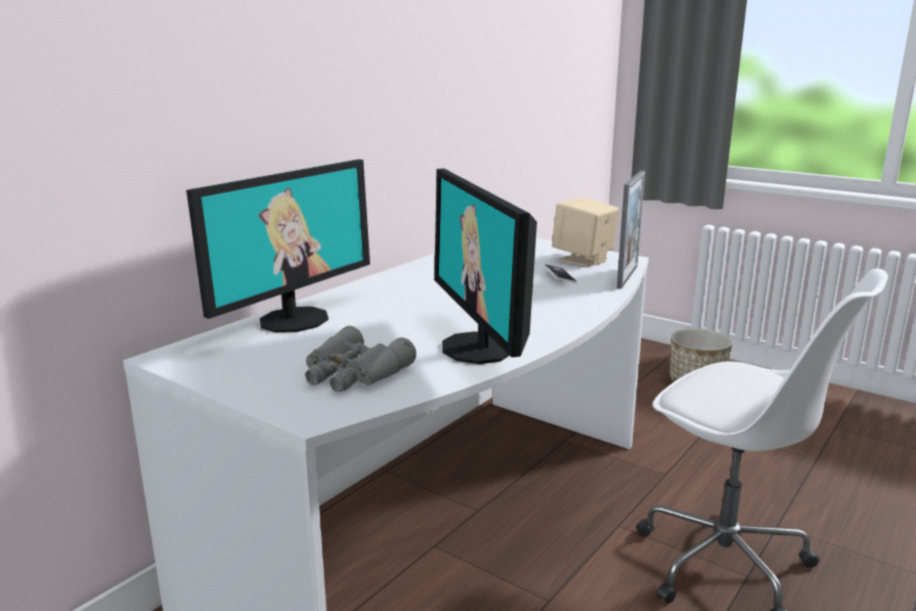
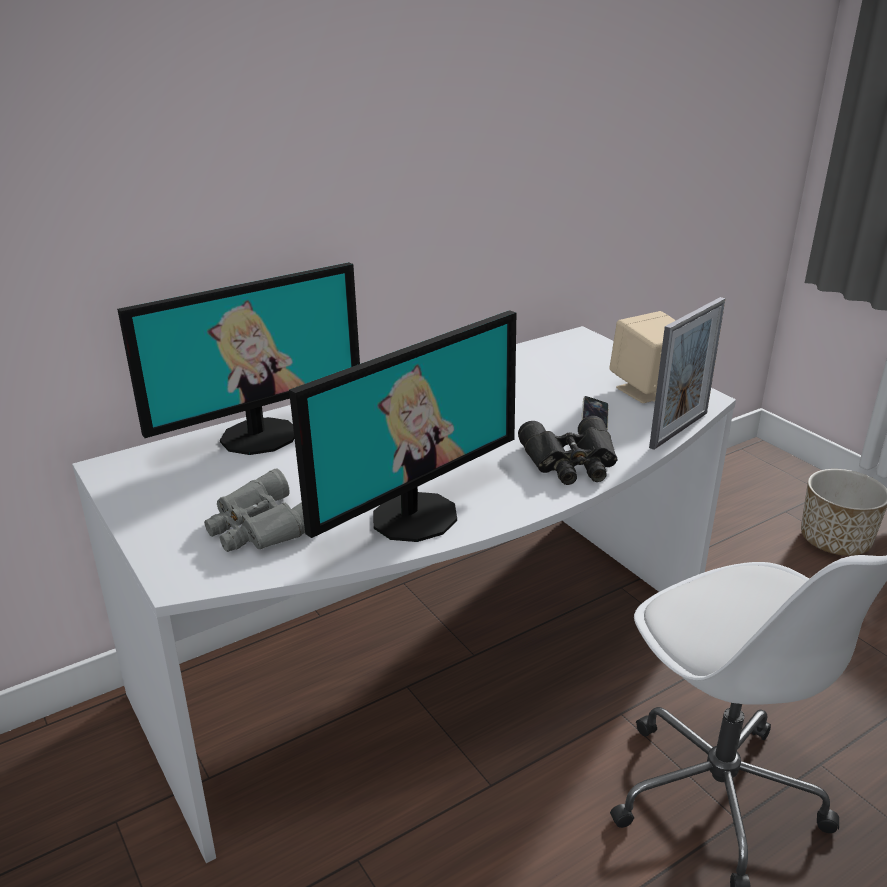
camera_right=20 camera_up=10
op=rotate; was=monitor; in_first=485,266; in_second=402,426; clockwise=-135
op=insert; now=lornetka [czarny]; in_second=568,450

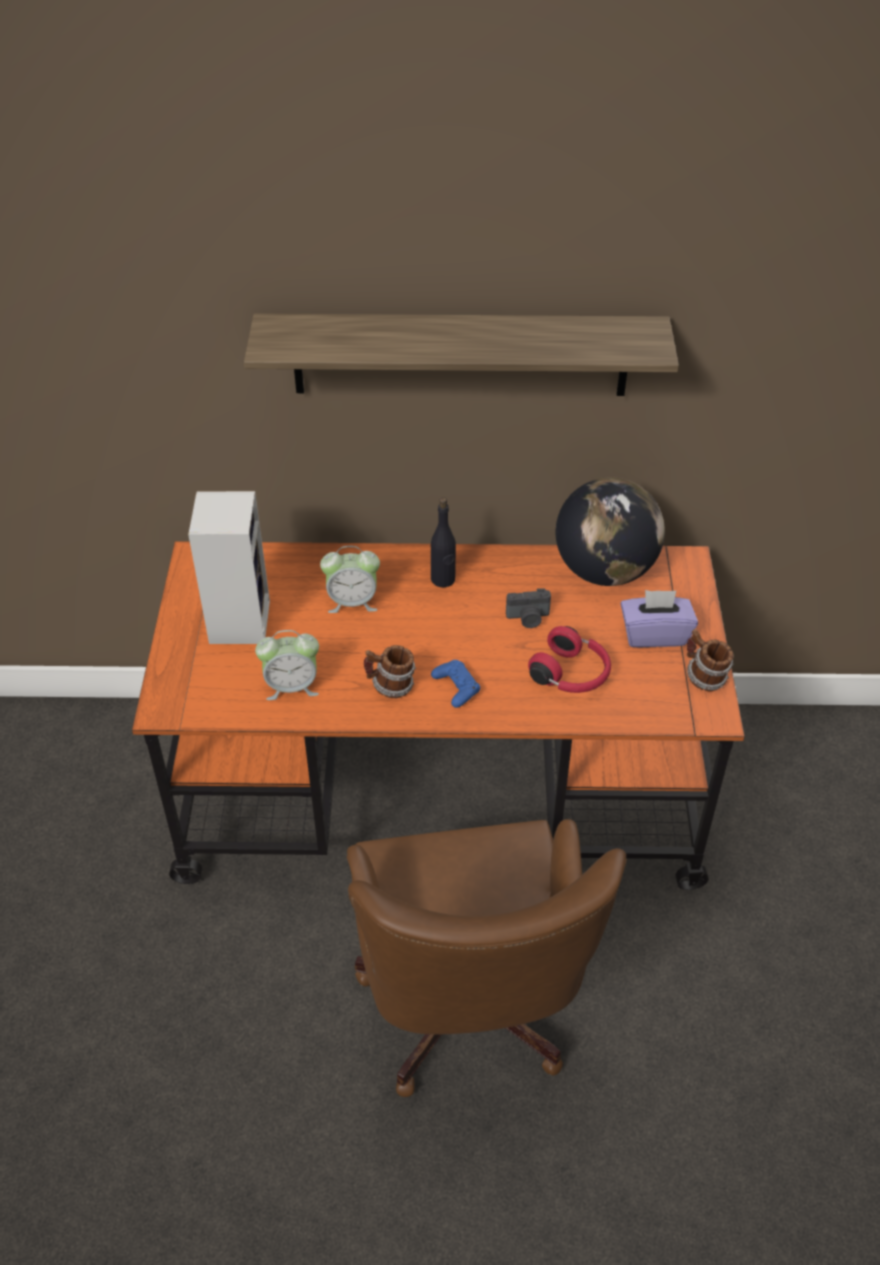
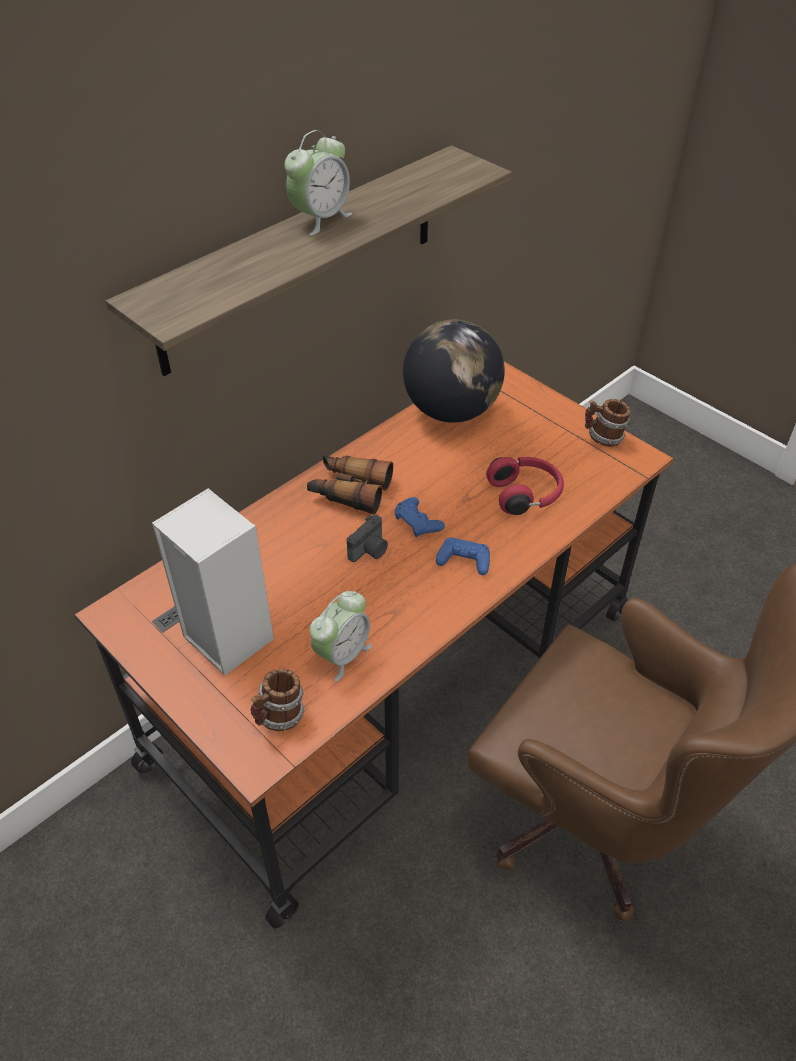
camera_right=-45 camera_up=0
op=replace; was=butelka [czarny]; now=lornetka; in_first=443,542; in_second=350,485
op=move; was=budzik; in_first=350,579; in_second=318,182
op=move; was=aparat fotograficzny; in_first=528,608; in_second=367,538
op=delete; was=pudełko chusteczek [fioletowy]; in_first=659,619
op=move; was=kubek; in_first=390,671; in_second=277,700
op=insert; now=pad do gier [niebieski]; in_second=419,517

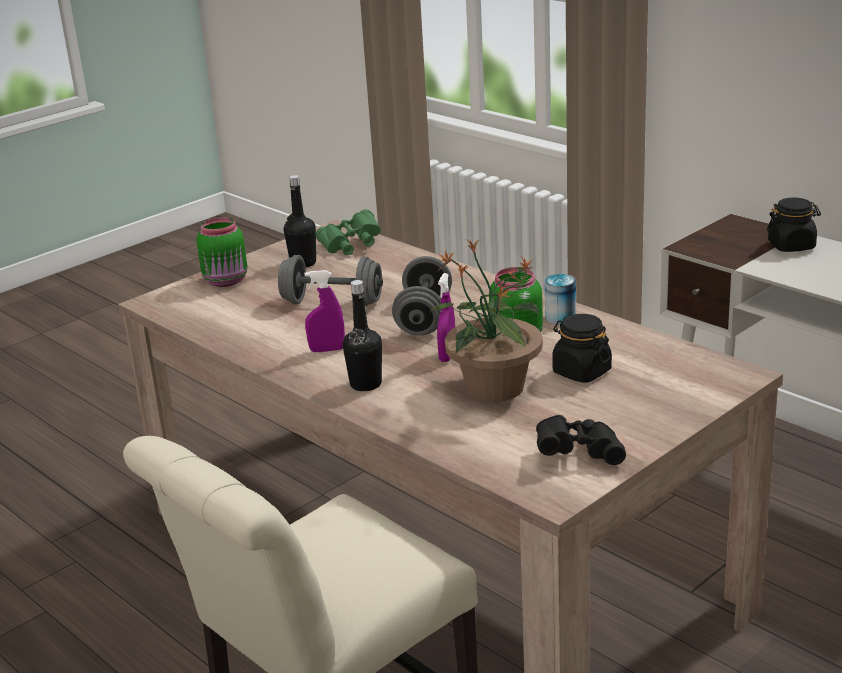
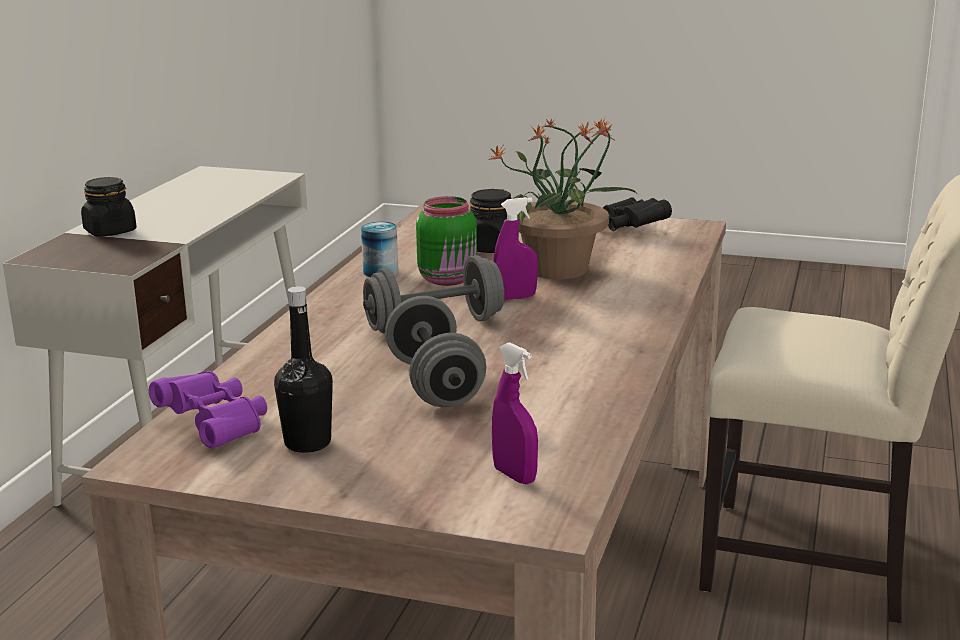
camera_right=-120 camera_up=-5
op=recolor; was=lornetka [zielony]; now=lornetka [fioletowy]; in_first=348,232; in_second=208,409
op=delete; was=słoik [zielony]; in_first=222,252
op=move; was=spryskiwacz [fioletowy]; in_first=325,311; in_second=515,413
op=delete; was=butelka [czarny]; in_first=362,335

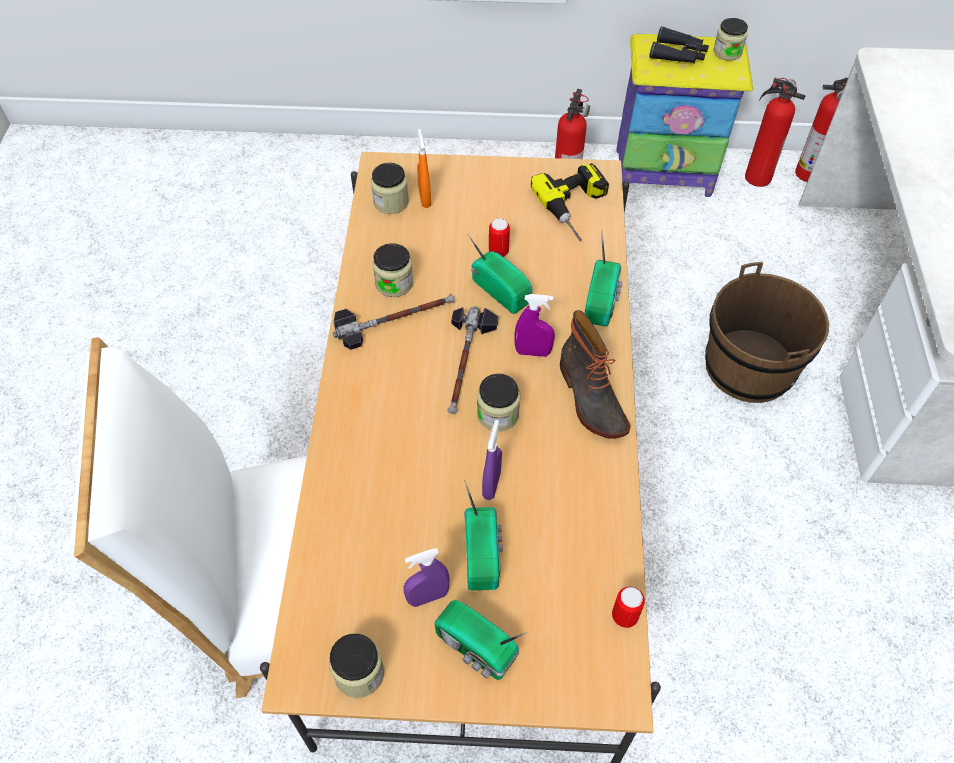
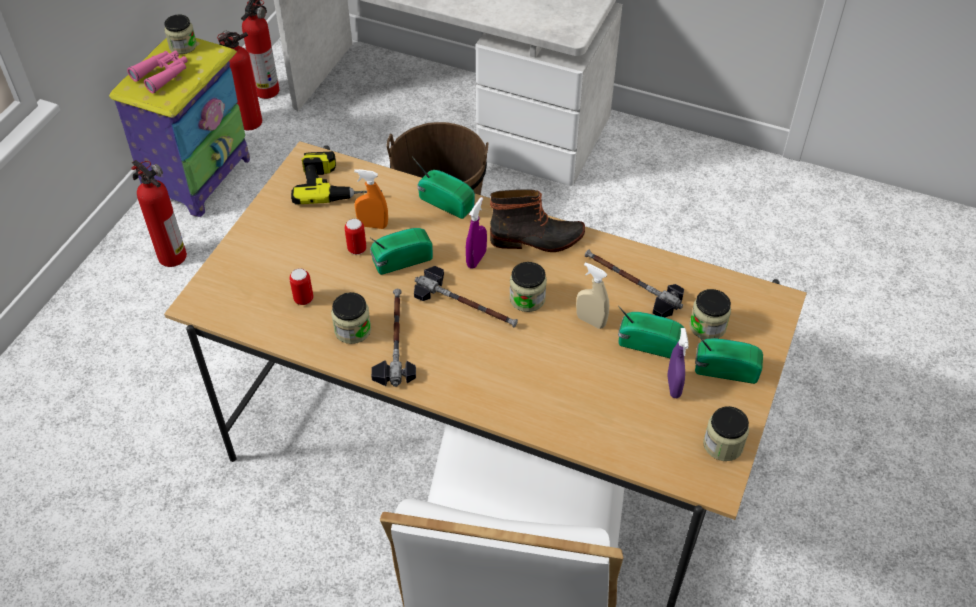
camera_right=-70 camera_up=-5
op=recolor; was=lornetka [czarny]; now=lornetka [różowy]; in_first=679,44; in_second=157,72
op=move; was=spryskiwacz [pomarańczowy]; in_first=424,168; in_second=371,199
op=move; was=słoik; in_first=390,188; in_second=710,314
op=recolor; was=spryskiwacz [fioletowy]; now=spryskiwacz [beżowy]; in_first=492,460; in_second=592,295
op=move; was=puszka; in_first=628,607; in_second=301,286
op=rotate; was=radio; in_first=480,640; in_second=729,359; clockwise=-135
op=insert; now=młotek; in_second=634,283

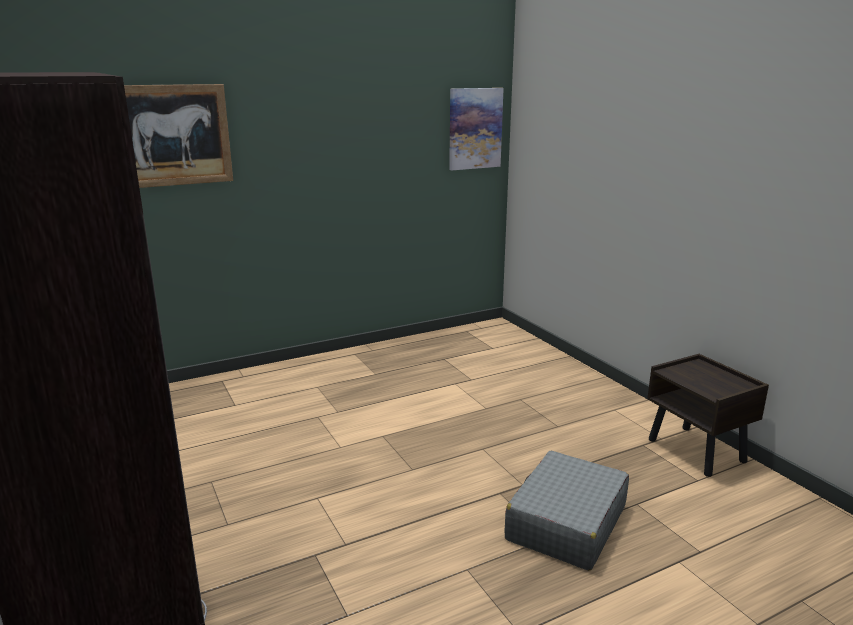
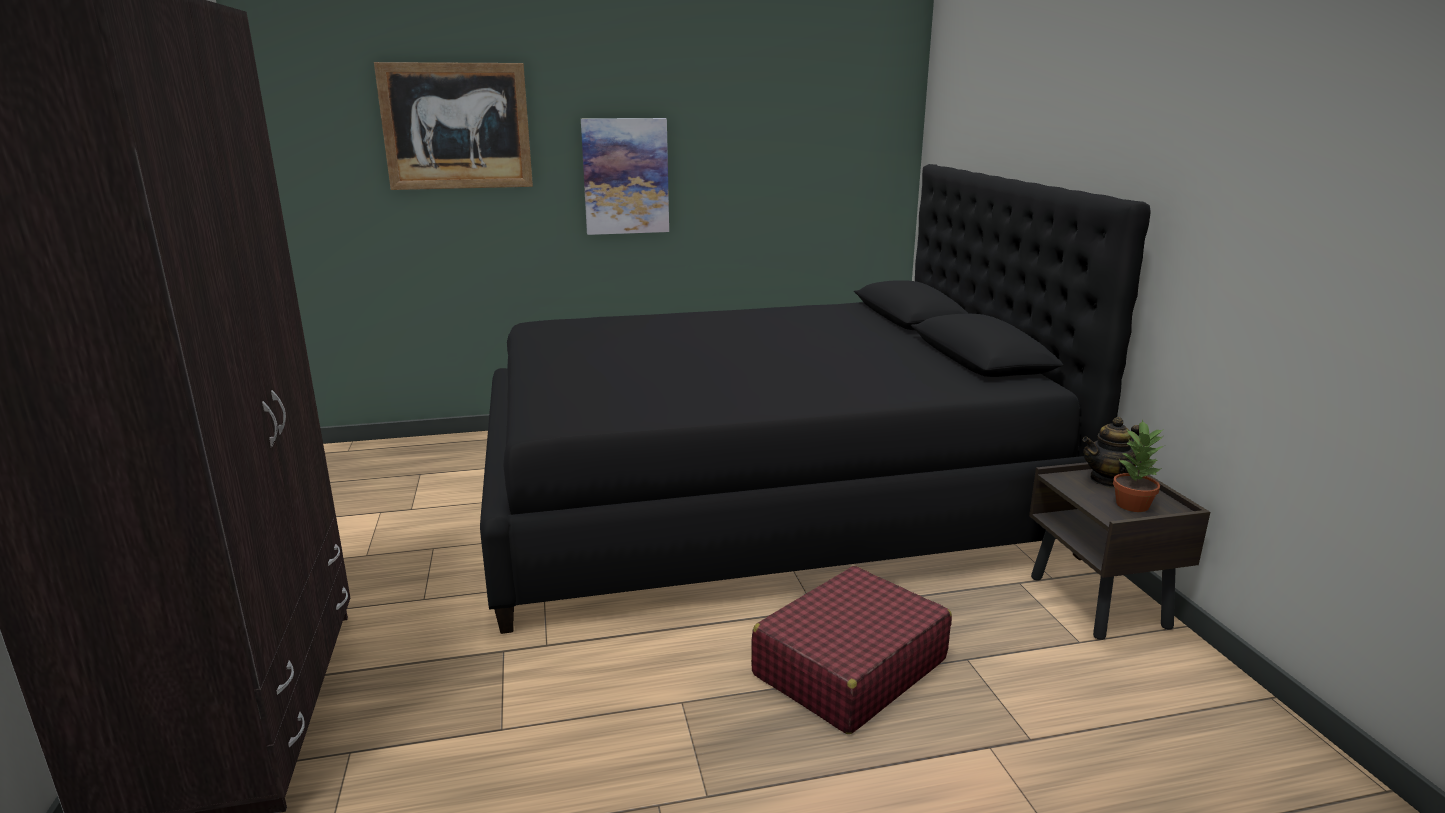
camera_right=15 camera_up=0
op=move; was=obraz; in_first=476,129; in_second=625,176
op=recolor; was=walizka [szary]; now=walizka [czerwony]; in_first=567,511; in_second=851,650
op=insert; now=łóżko [czarny]; in_second=815,399
op=insert; now=imbryk; in_second=1110,452
op=insert; now=roślina doniczkowa; in_second=1138,465

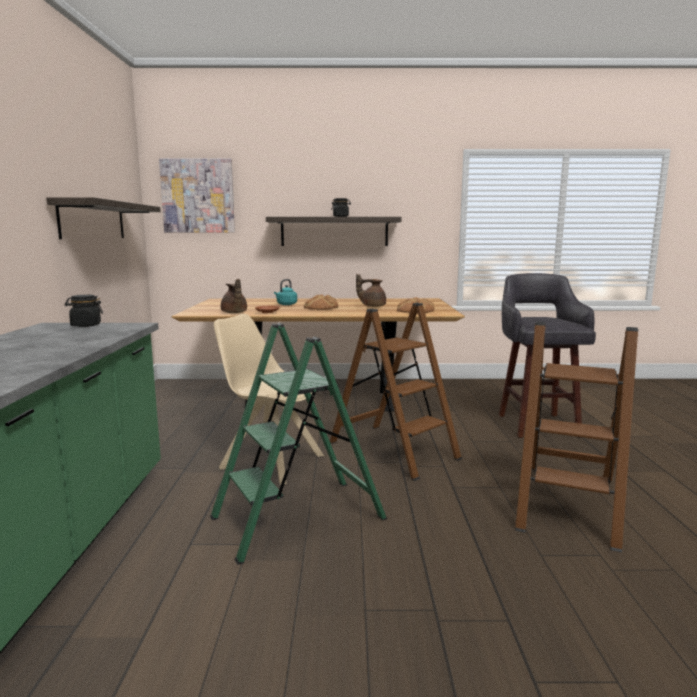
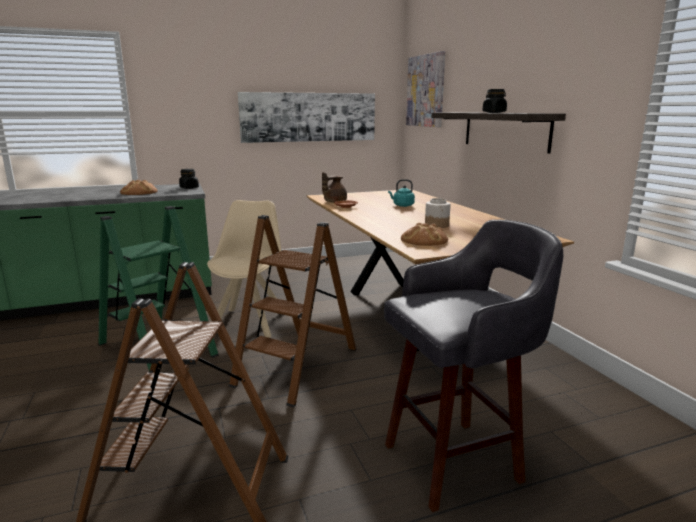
camera_right=70 camera_up=5
op=replace; was=półka; now=obraz; in_first=103,218; in_second=306,117
op=replace; was=imbryk [brązowy]; now=słoik; in_first=371,290; in_second=437,213
op=move; was=chleb; in_first=321,301; in_second=139,187

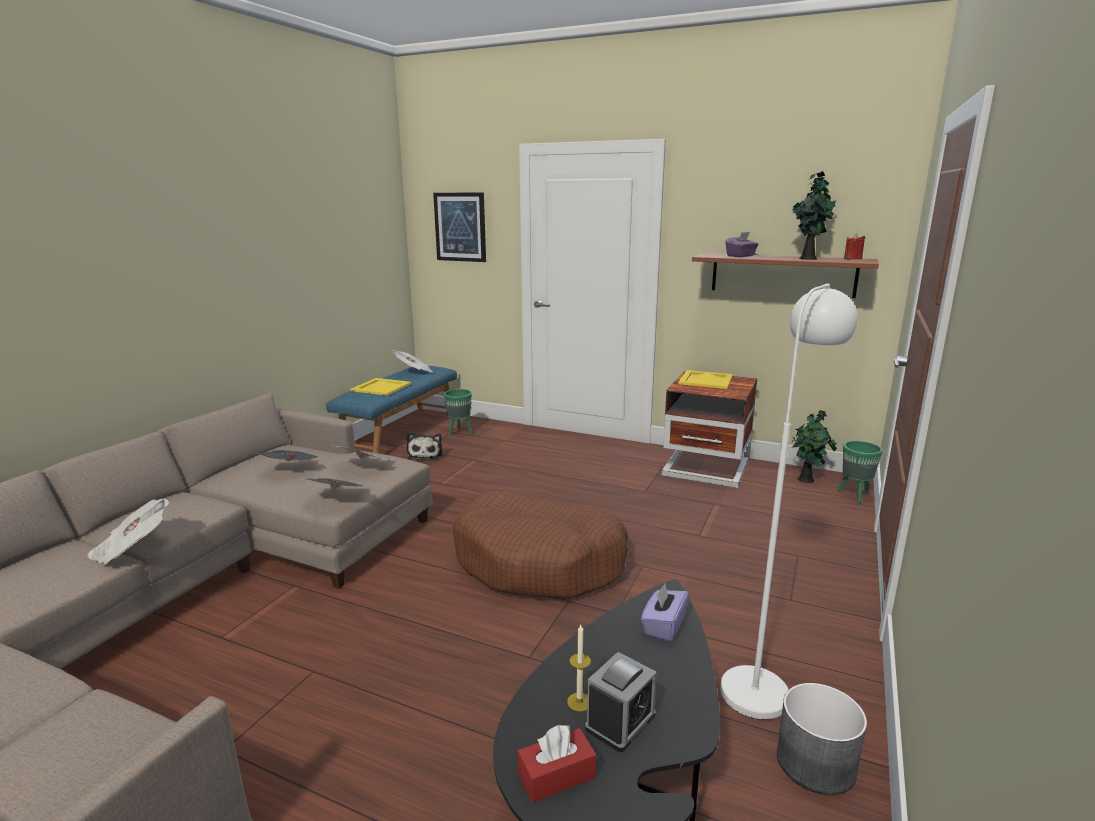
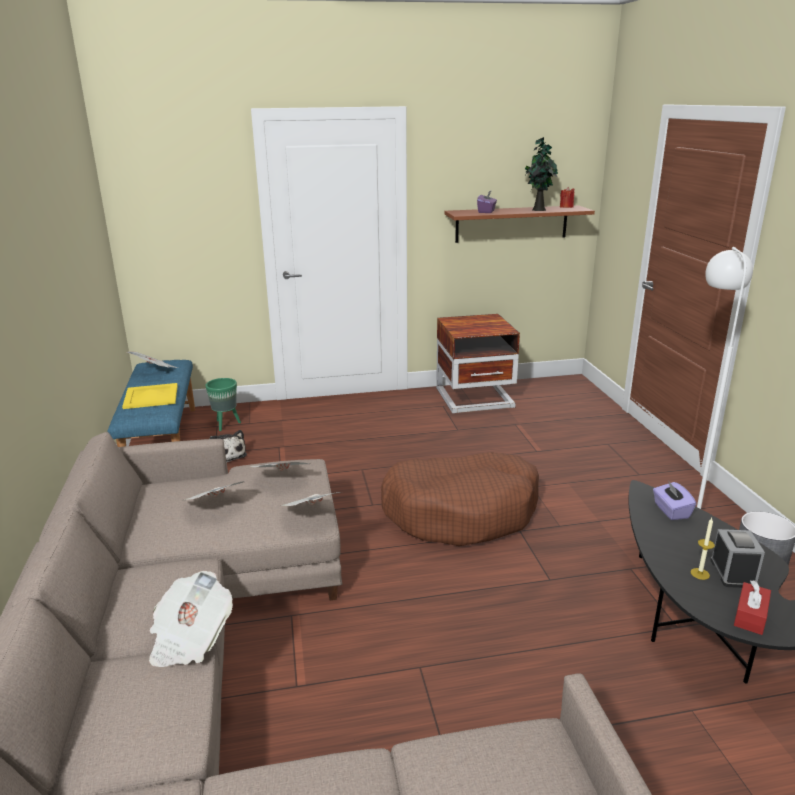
camera_right=-35 camera_up=5
op=delete; was=obraz; in_first=459,227
op=delete; was=taca [żółty]; in_first=705,379
op=delete; was=roślina doniczkowa; in_first=815,446
op=delete; was=donica [zielony]; in_first=860,472

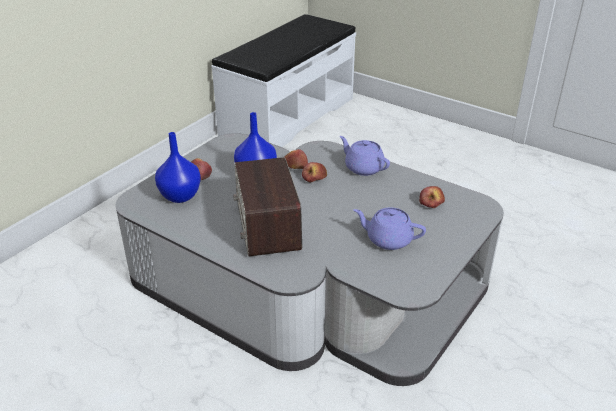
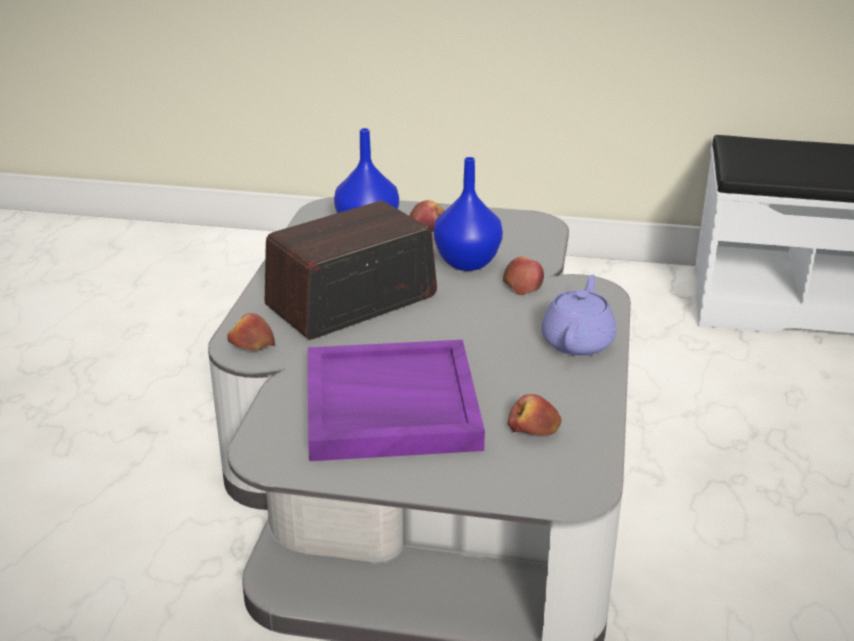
camera_right=65 camera_up=-5
op=move; was=jabłko; in_first=314,172; in_second=251,331
op=replace; was=imbryk [fioletowy]; now=taca [fioletowy]; in_first=389,228; in_second=396,400

